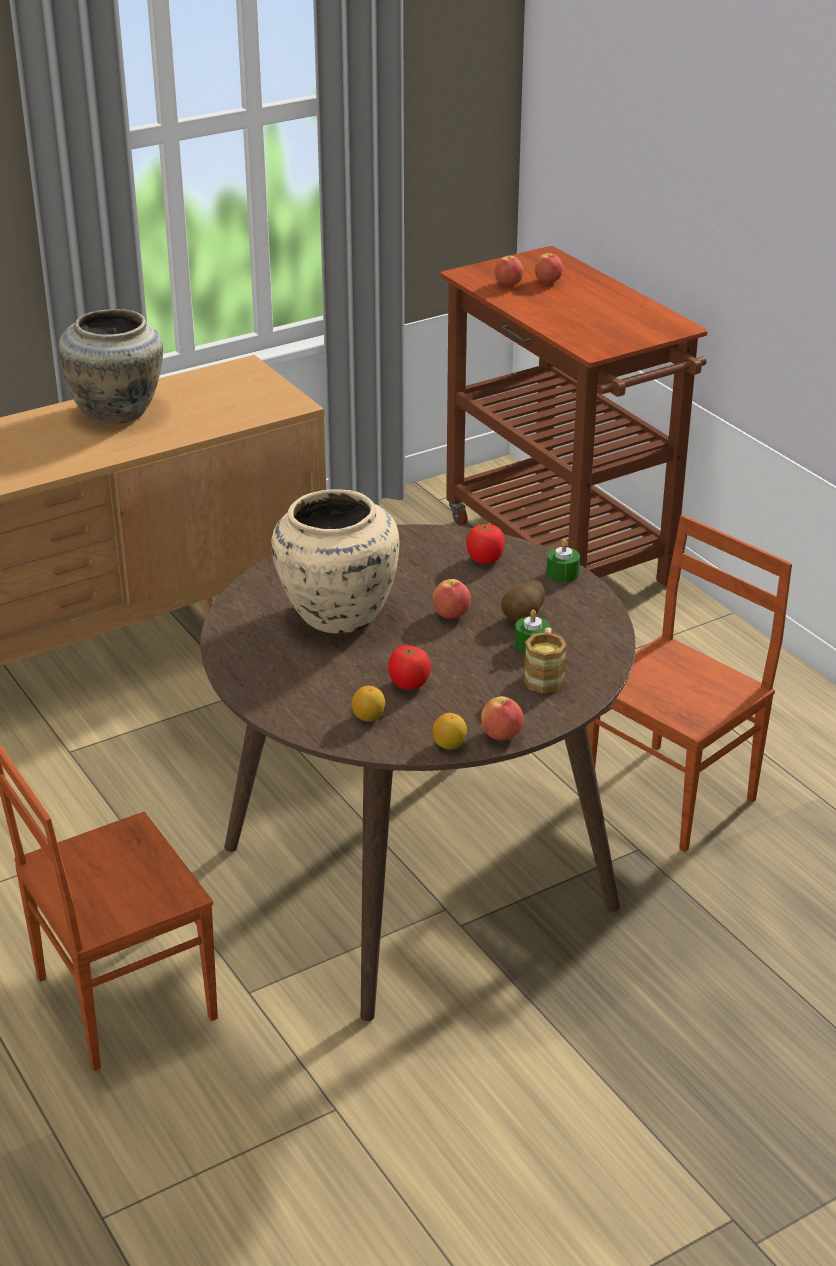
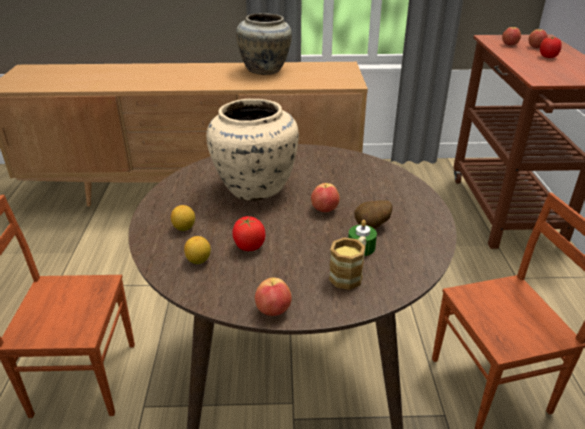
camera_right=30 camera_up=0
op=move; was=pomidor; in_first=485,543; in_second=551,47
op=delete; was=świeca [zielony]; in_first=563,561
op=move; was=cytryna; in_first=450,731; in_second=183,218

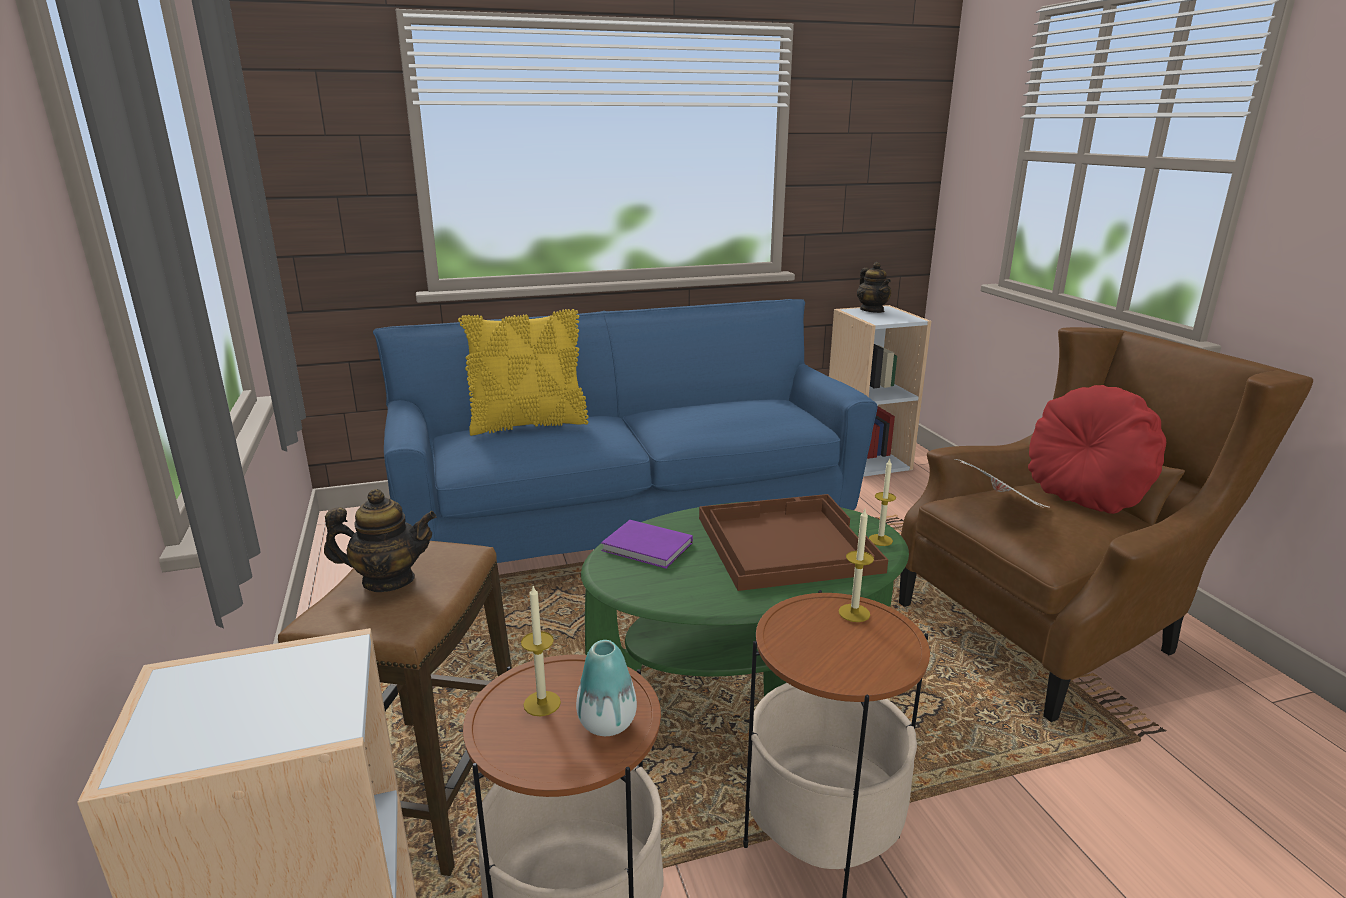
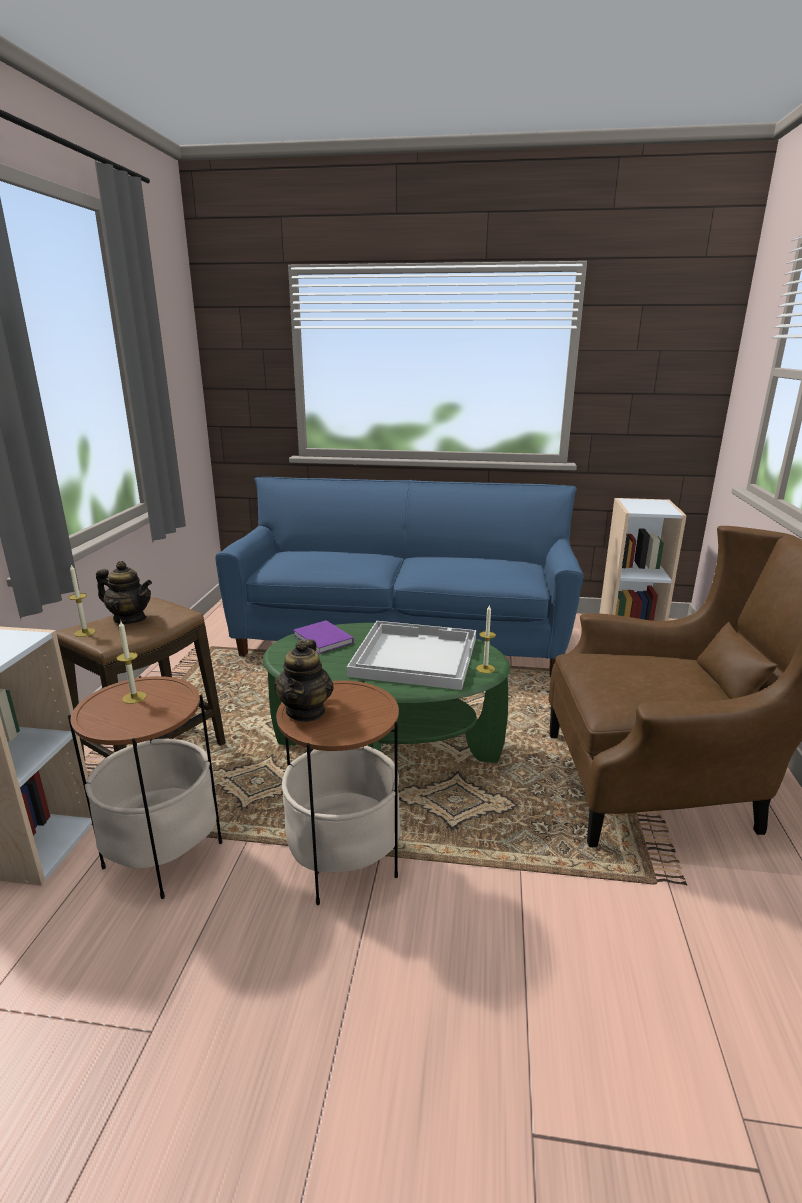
camera_right=25 camera_up=0
op=move; was=imbryk; in_first=874,287; in_second=304,680
op=delete; was=poduszka [żółty]; in_first=523,372
op=delete; was=poduszka [czerwony]; in_first=1097,449
op=delete; was=gazeta; in_first=1002,483
op=recolor; was=taca [brązowy]; now=taca [biały]; in_first=793,542; in_second=411,655
op=move; was=świeca; in_first=856,565; in_second=82,601
op=delete; was=wazon; in_first=606,688

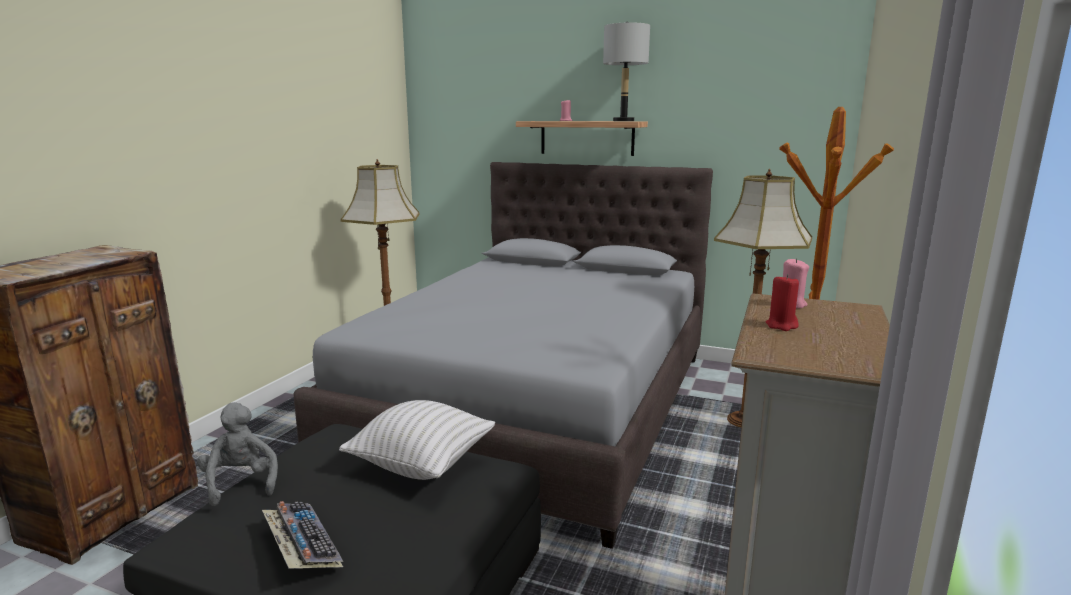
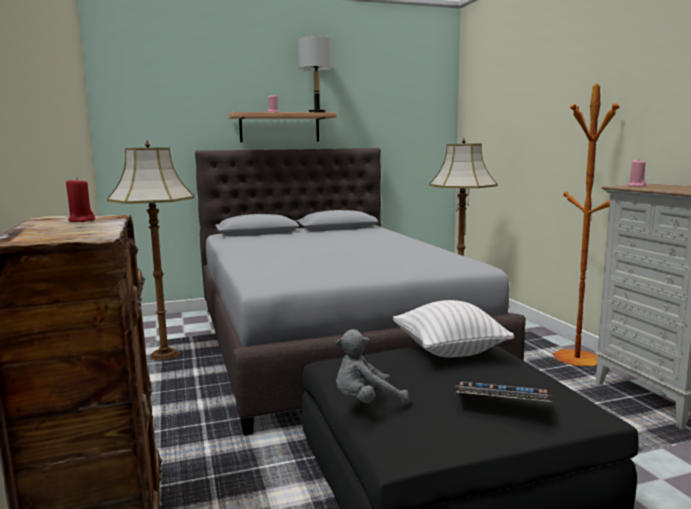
camera_right=-40 camera_up=-5
op=move; was=świeca [czerwony]; in_first=782,302; in_second=80,200
op=rotate; was=pluszak [szary]; in_first=237,454; in_second=372,367; clockwise=-45

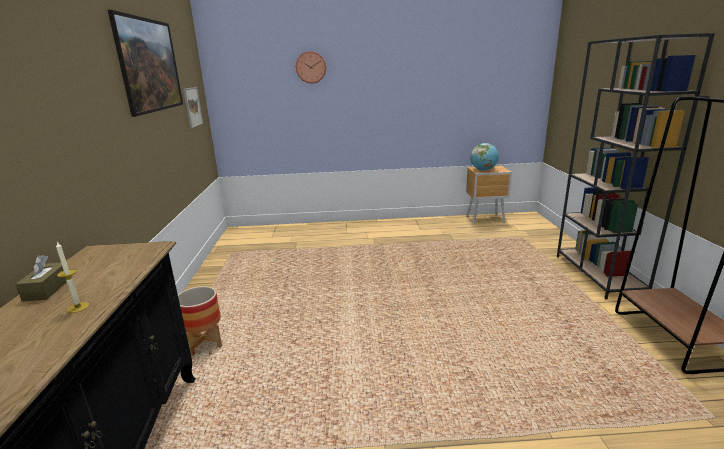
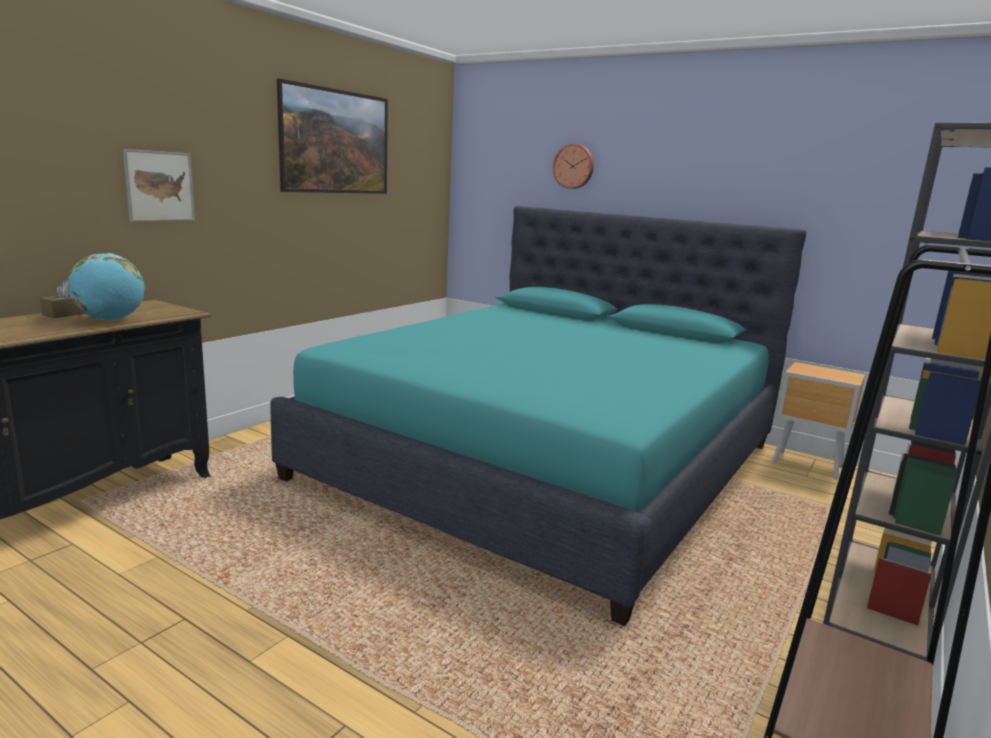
camera_right=35 camera_up=-5
op=move; was=obraz; in_first=193,107; in_second=159,185
op=move; was=globus; in_first=484,157; in_second=106,287
op=delete; was=świeca; in_first=72,277
op=delete; was=donica; in_first=200,321
op=insert; now=łóżko [turkusowy]; in_second=538,416

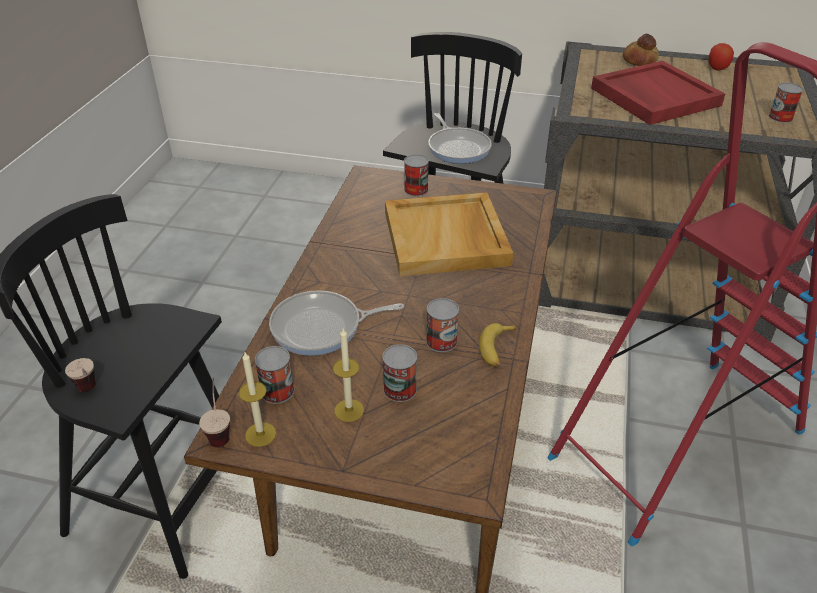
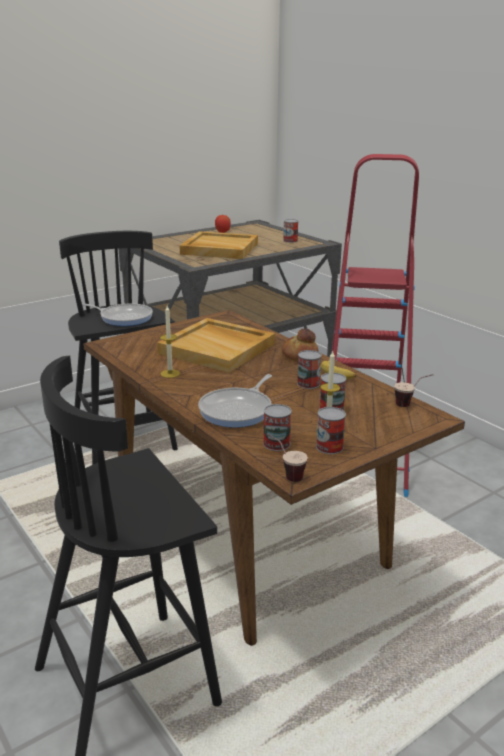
camera_right=-50 camera_up=-15
op=move; was=chleb; in_first=641,50; in_second=300,345
op=recolor; was=taca [czerwony]; now=taca [beżowy]; in_first=658,93; in_second=218,245
op=move; was=puszka; in_first=416,175; in_second=331,430
op=move; was=świeca; in_first=257,399; in_second=170,342
op=move; was=filiżanka; in_first=80,375; in_second=413,390

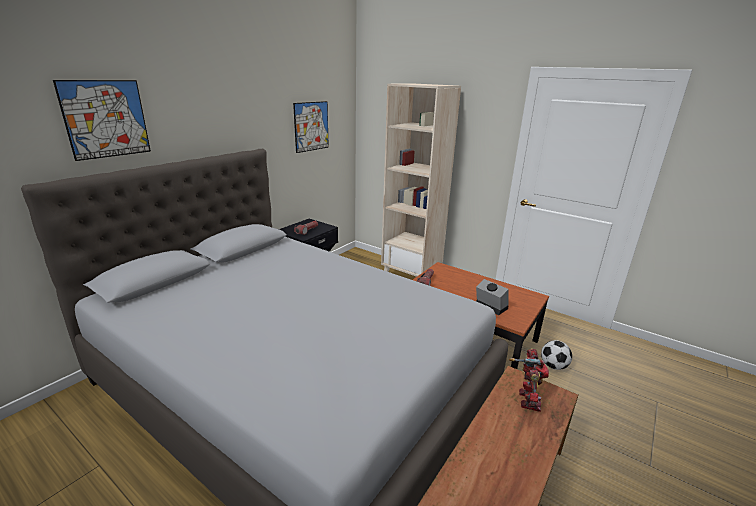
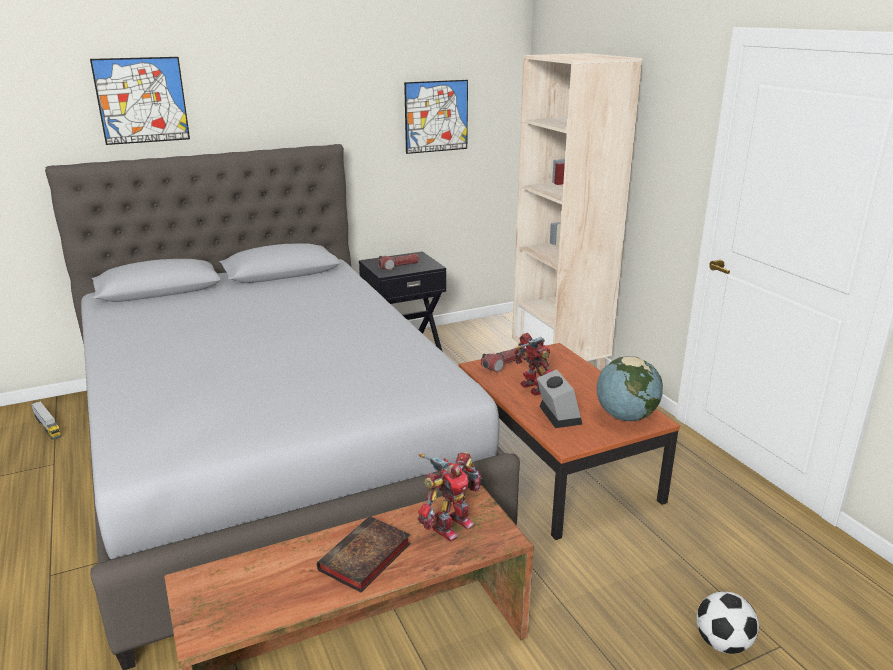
camera_right=30 camera_up=0
op=move; was=piłka futbolowa; in_first=556,355; in_second=727,622
op=insert; now=robot zabawkowy; in_second=533,364
op=insert; now=globus; in_second=630,389
op=insert; now=ciężarówka zabawkowa; in_second=46,420
op=insert; now=książka; in_second=364,554

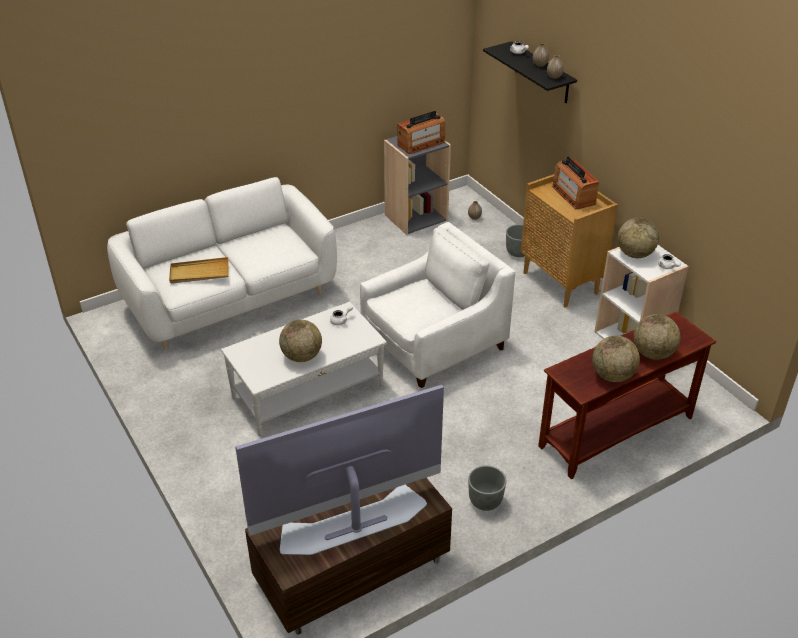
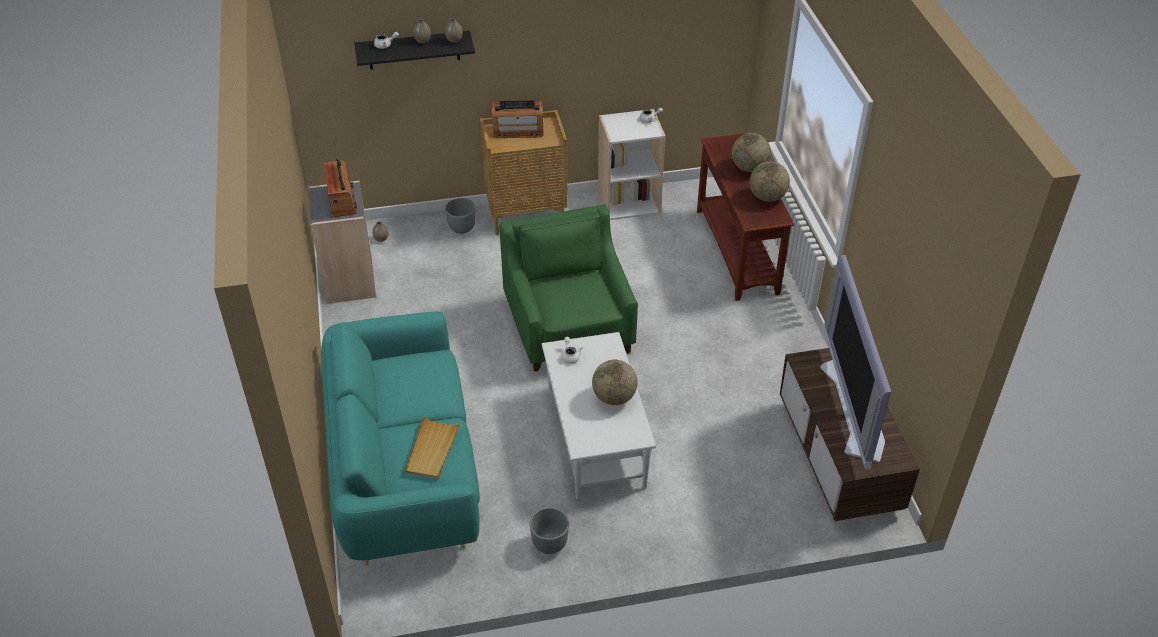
camera_right=-70 camera_up=5
op=recolor; was=kanapa [biały]; now=kanapa [turkusowy]; in_first=222,263; in_second=400,438
op=delete; was=globus; in_first=638,238
op=recolor; was=fotel [biały]; now=fotel [zielony]; in_first=438,305; in_second=569,288
op=move; was=donica [szary]; in_first=487,488; in_second=549,530

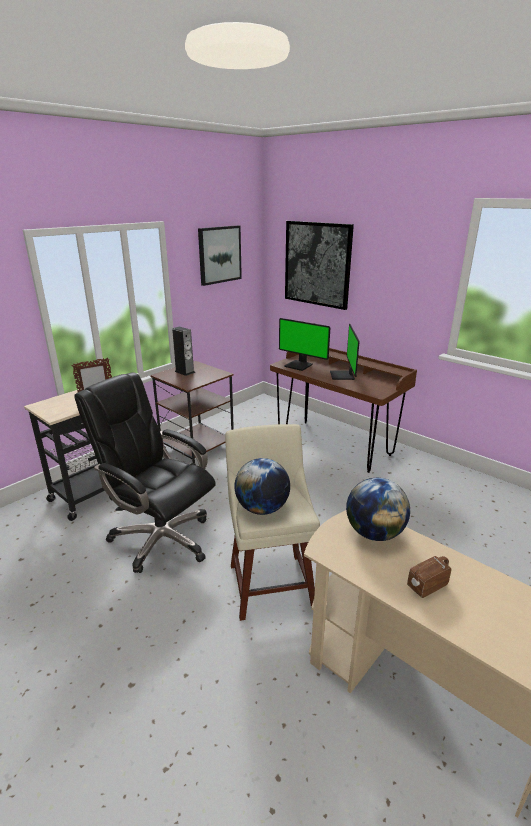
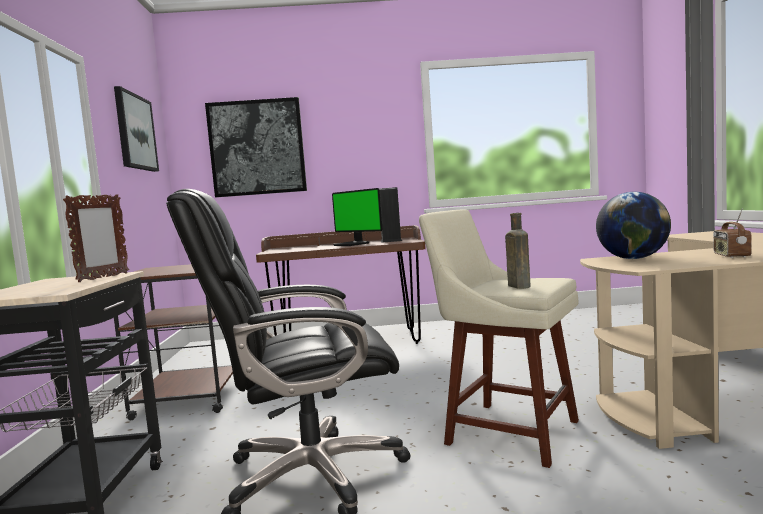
camera_right=-45 camera_up=-20
op=delete; was=monitor; in_first=304,344
op=move; was=głośnik; in_first=183,351; in_second=391,215
op=replace; was=globus; now=butelka [brązowy]; in_first=262,486; in_second=518,251

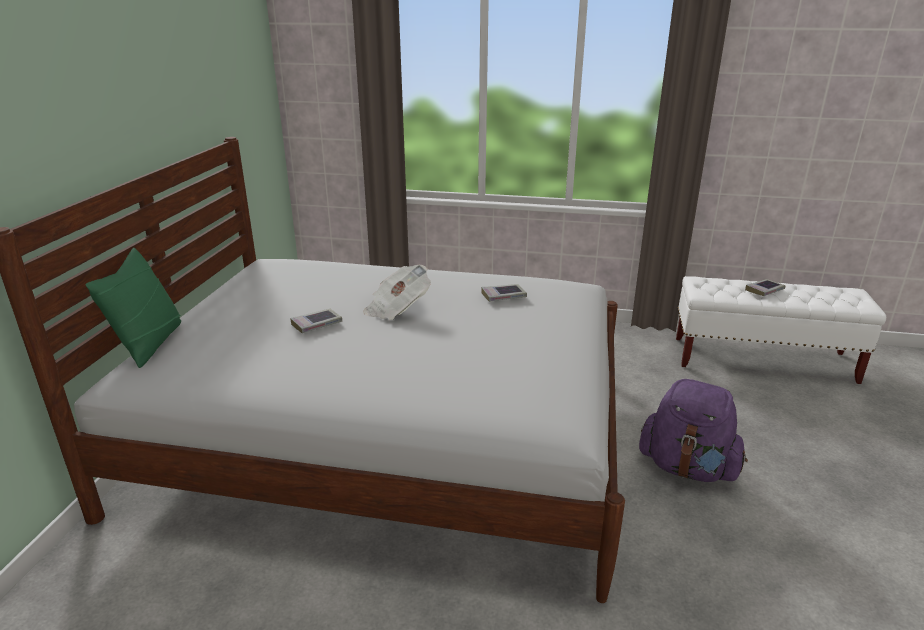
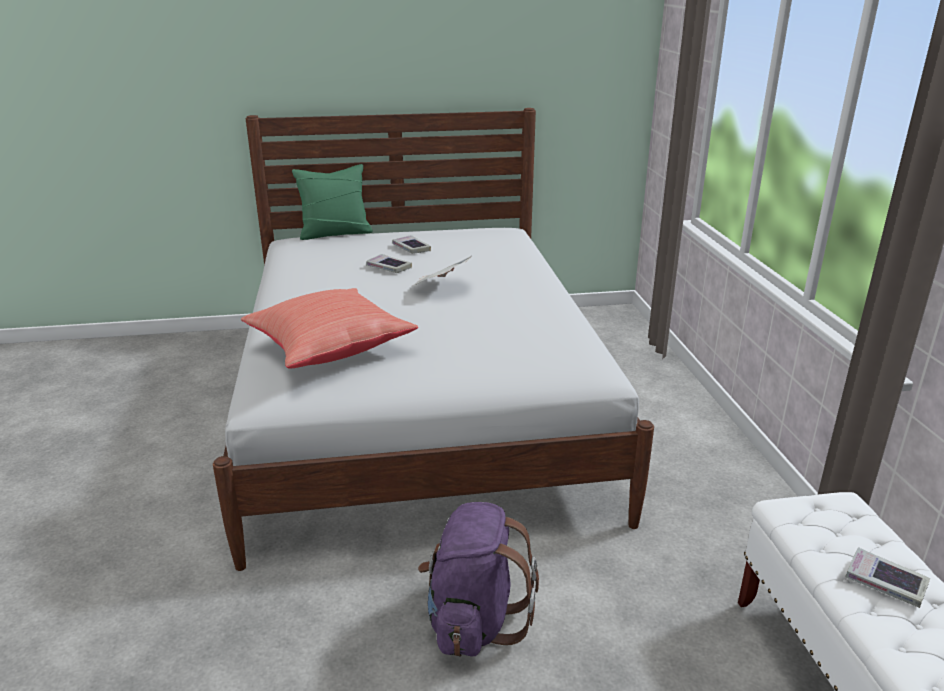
camera_right=70 camera_up=0
op=move; was=książka; in_first=504,293; in_second=411,244
op=insert; now=poduszka [czerwony]; in_second=329,328

